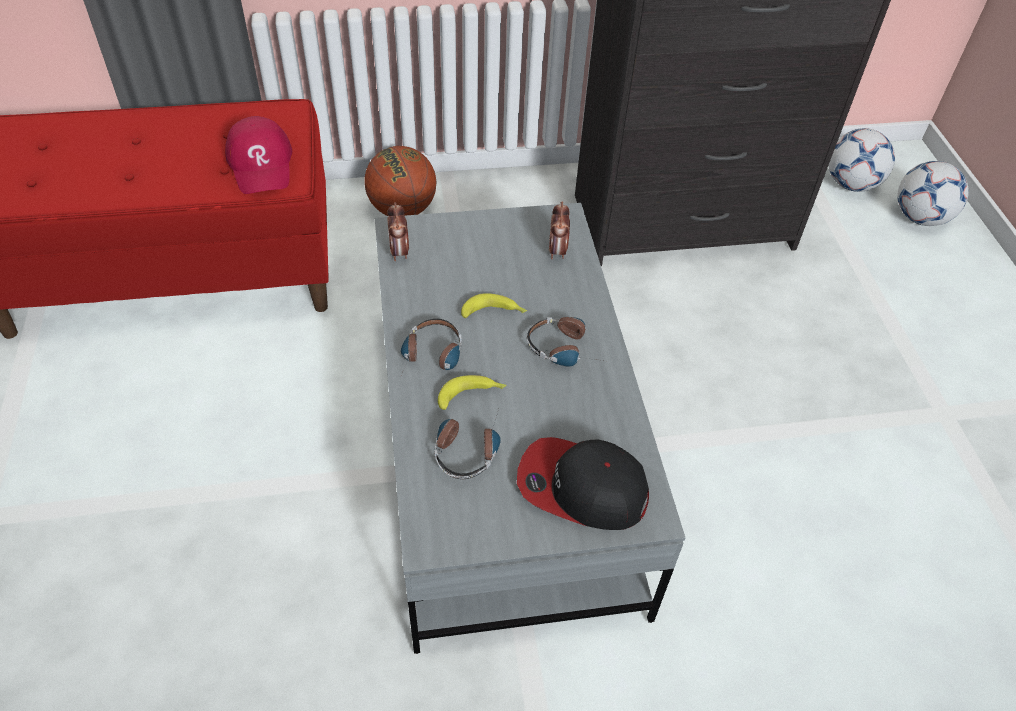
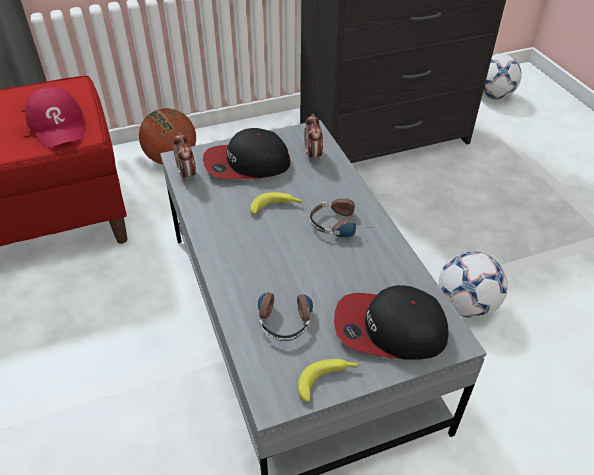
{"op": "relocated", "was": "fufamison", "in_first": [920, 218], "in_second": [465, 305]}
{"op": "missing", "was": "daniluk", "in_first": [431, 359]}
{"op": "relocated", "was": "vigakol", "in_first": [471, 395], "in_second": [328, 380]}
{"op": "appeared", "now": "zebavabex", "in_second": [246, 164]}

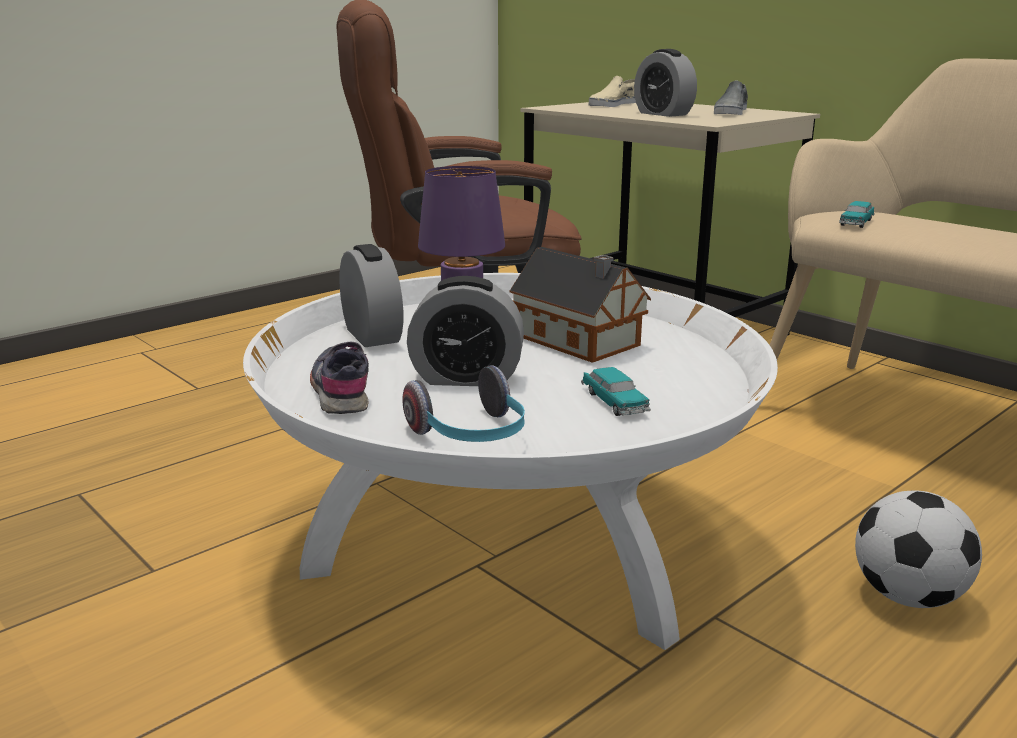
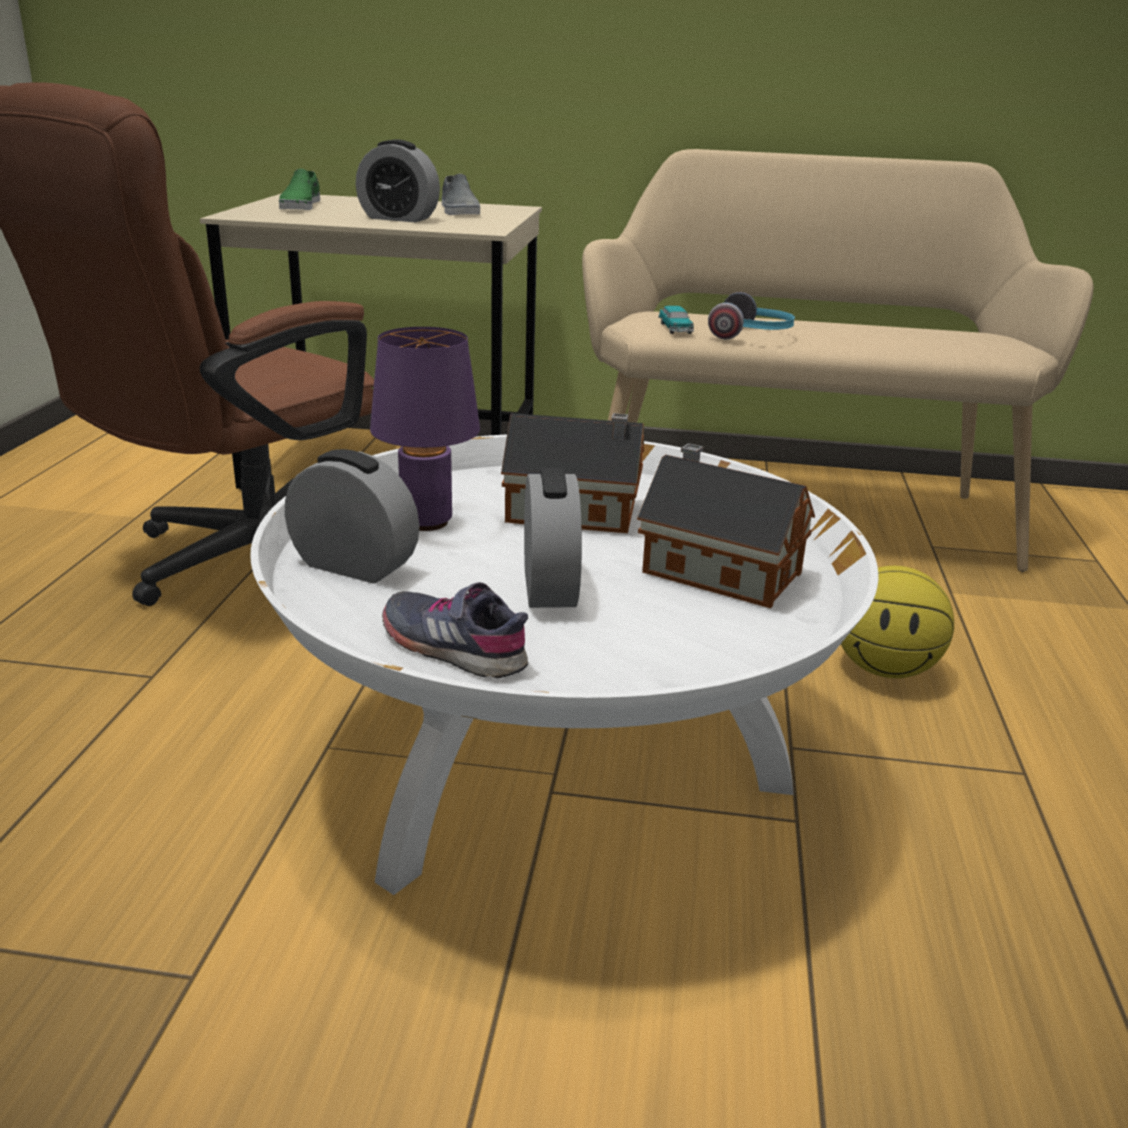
{"op": "colour", "was": "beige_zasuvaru", "now": "green_zasuvaru", "in_first": [612, 105], "in_second": [300, 206]}
{"op": "spun", "was": "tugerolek", "in_first": [467, 378], "in_second": [549, 587], "clockwise": -60}
{"op": "relocated", "was": "daniluk", "in_first": [471, 436], "in_second": [752, 335]}
{"op": "exchanged", "was": "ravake", "now": "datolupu", "in_first": [614, 402], "in_second": [716, 570]}
{"op": "exchanged", "was": "fufamison", "now": "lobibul", "in_first": [908, 597], "in_second": [885, 669]}

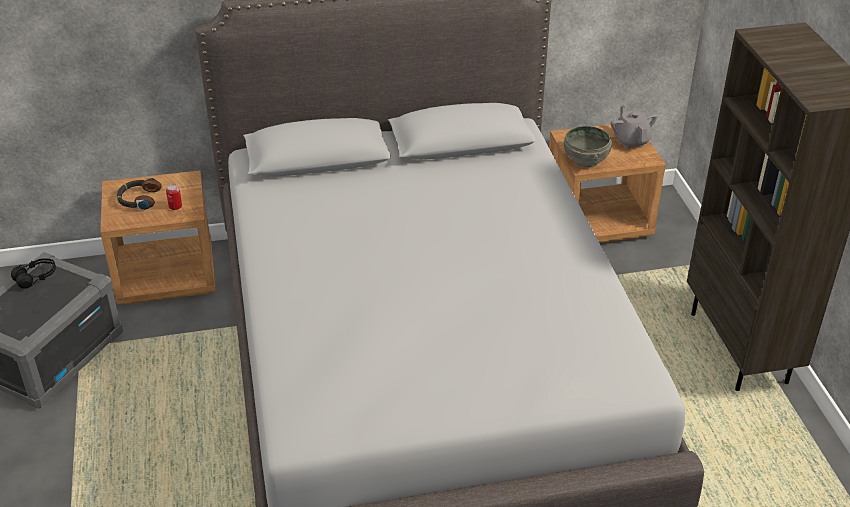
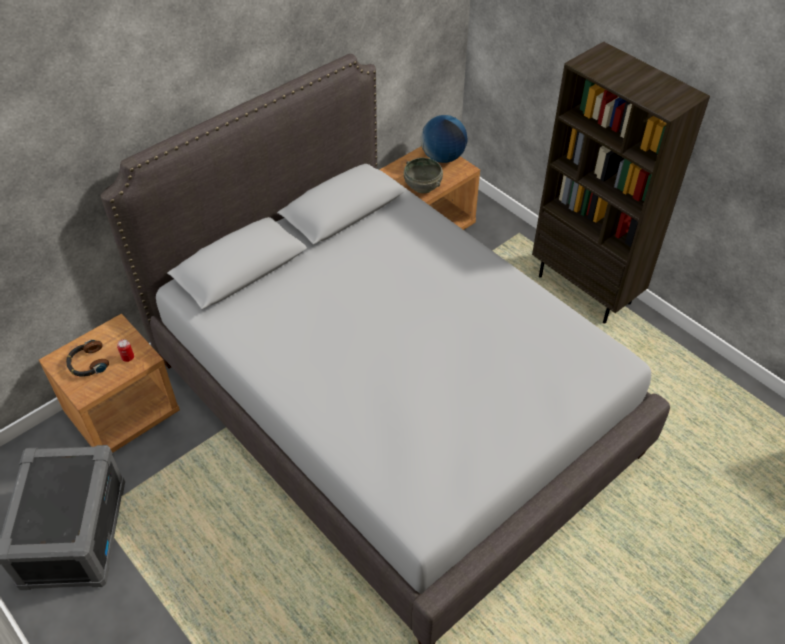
{"op": "exchanged", "was": "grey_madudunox", "now": "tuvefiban", "in_first": [631, 141], "in_second": [442, 157]}
{"op": "missing", "was": "black_daniluk", "in_first": [36, 278]}

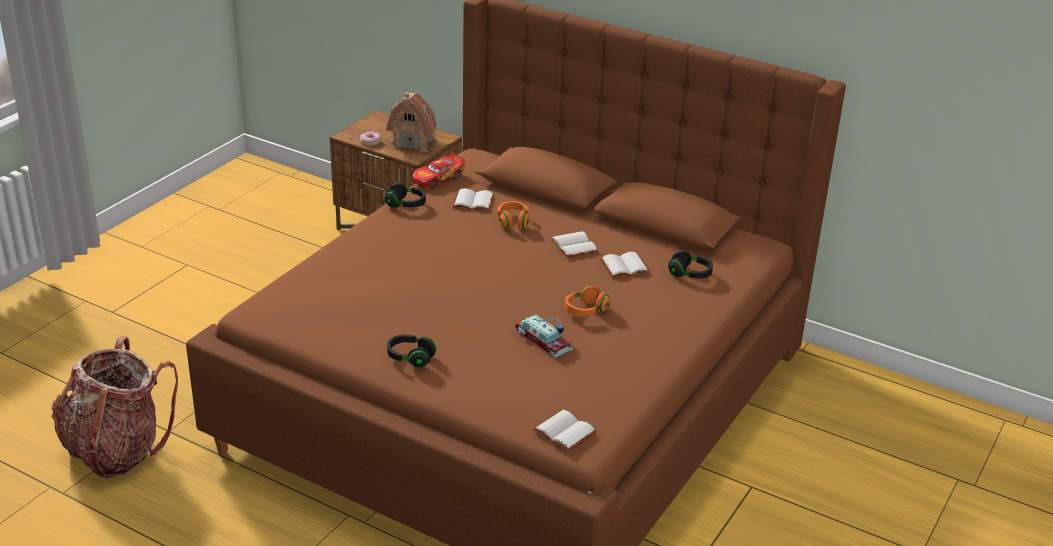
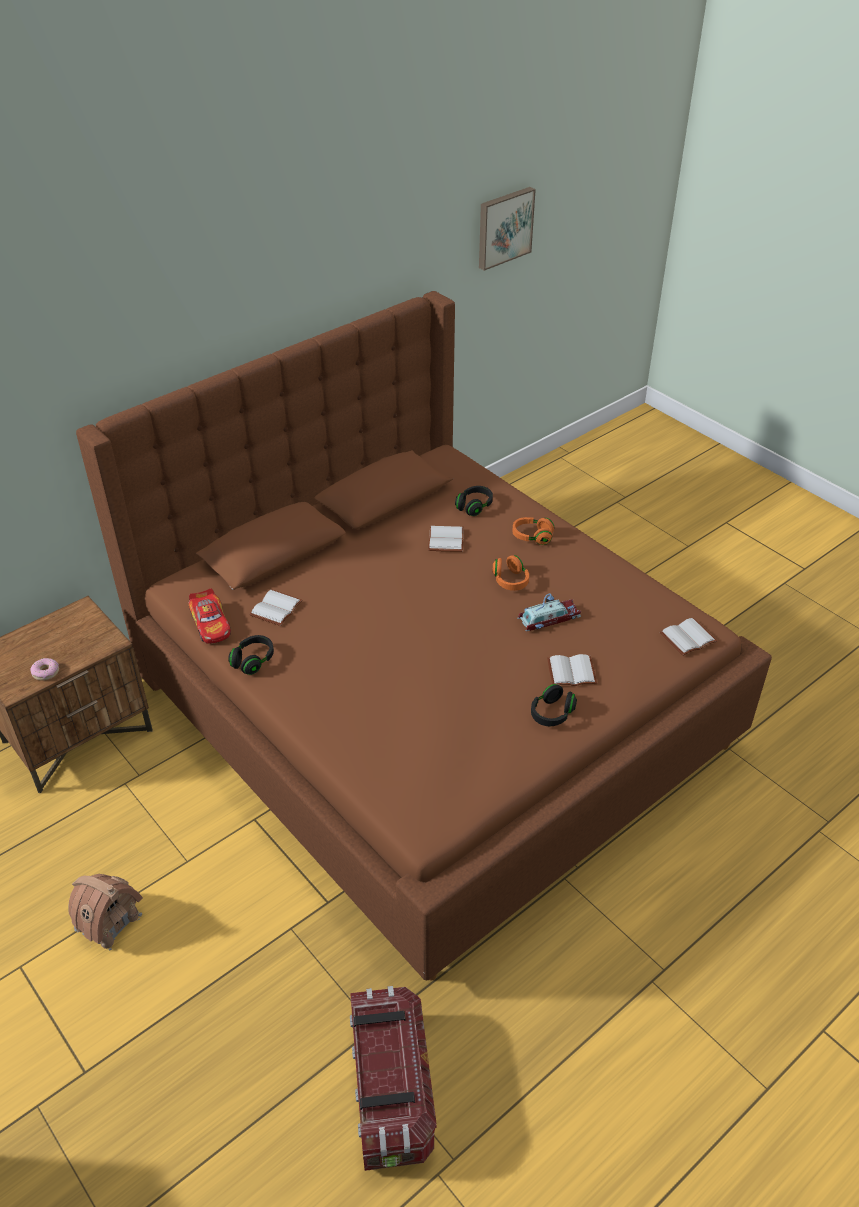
{"op": "relocated", "was": "datolupu", "in_first": [413, 142], "in_second": [108, 922]}
{"op": "relocated", "was": "orange_daniluk", "in_first": [513, 222], "in_second": [532, 537]}
{"op": "relocated", "was": "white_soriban", "in_first": [576, 246], "in_second": [572, 671]}
{"op": "exchanged", "was": "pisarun", "now": "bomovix", "in_first": [116, 450], "in_second": [390, 1090]}
{"op": "appeared", "now": "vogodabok", "in_second": [504, 227]}

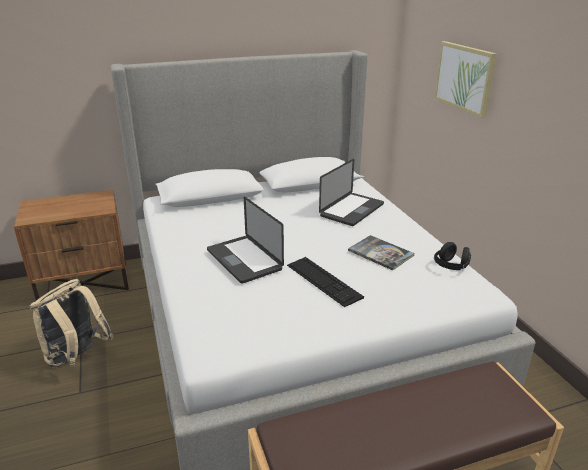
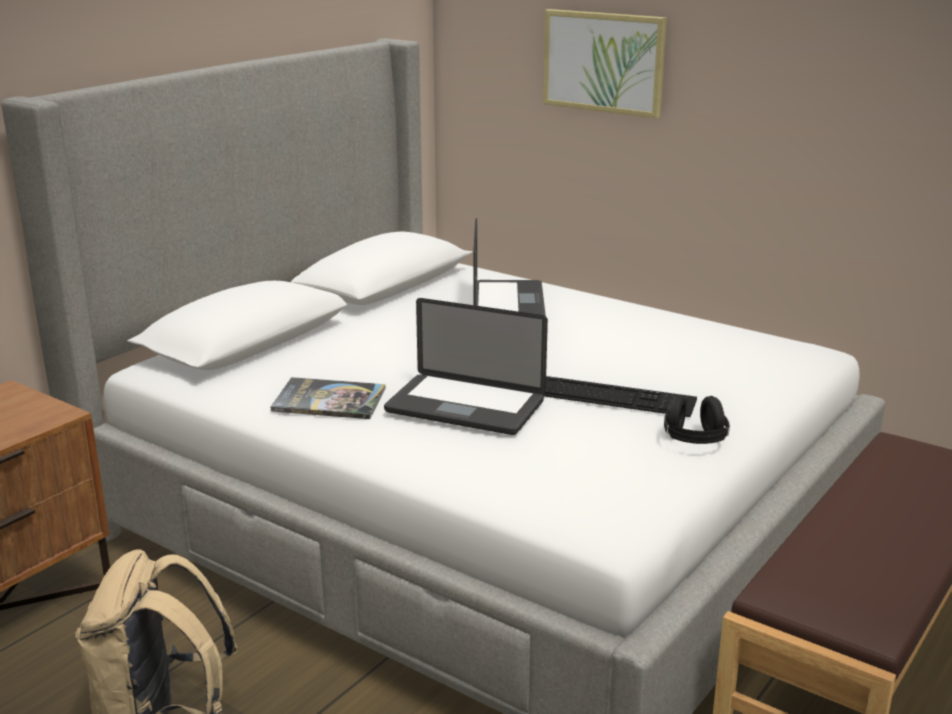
{"op": "relocated", "was": "soriban", "in_first": [380, 253], "in_second": [329, 400]}
{"op": "relocated", "was": "black_daniluk", "in_first": [451, 267], "in_second": [694, 441]}

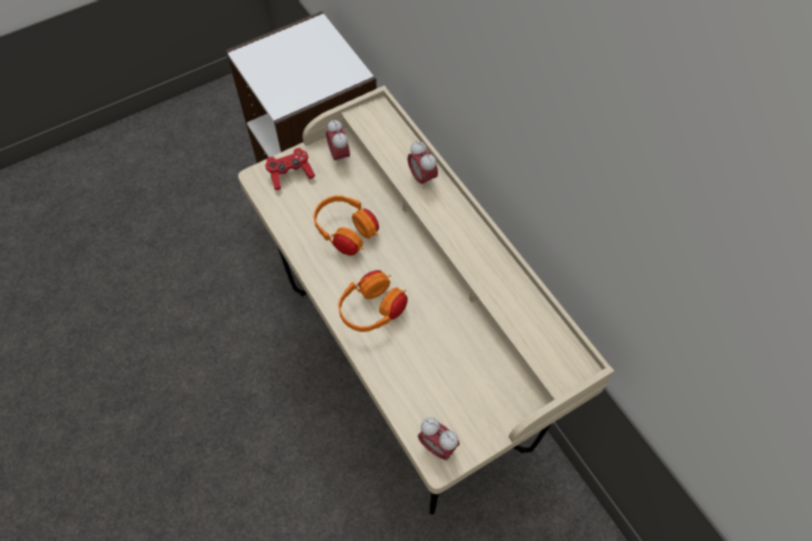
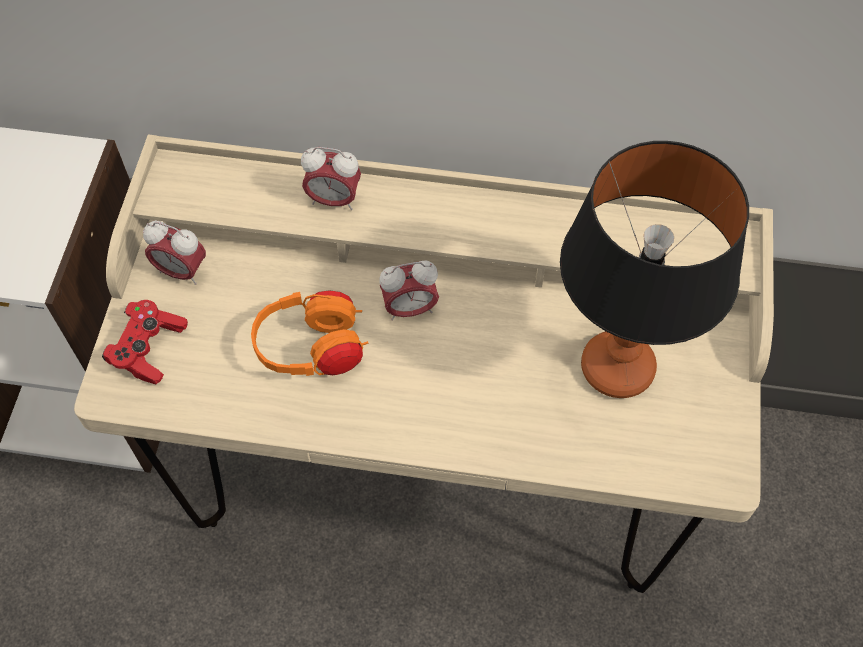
{"op": "missing", "was": "orange_daniluk", "in_first": [372, 311]}
{"op": "relocated", "was": "tugerolek", "in_first": [437, 447], "in_second": [409, 309]}
{"op": "appeared", "now": "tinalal", "in_second": [618, 367]}

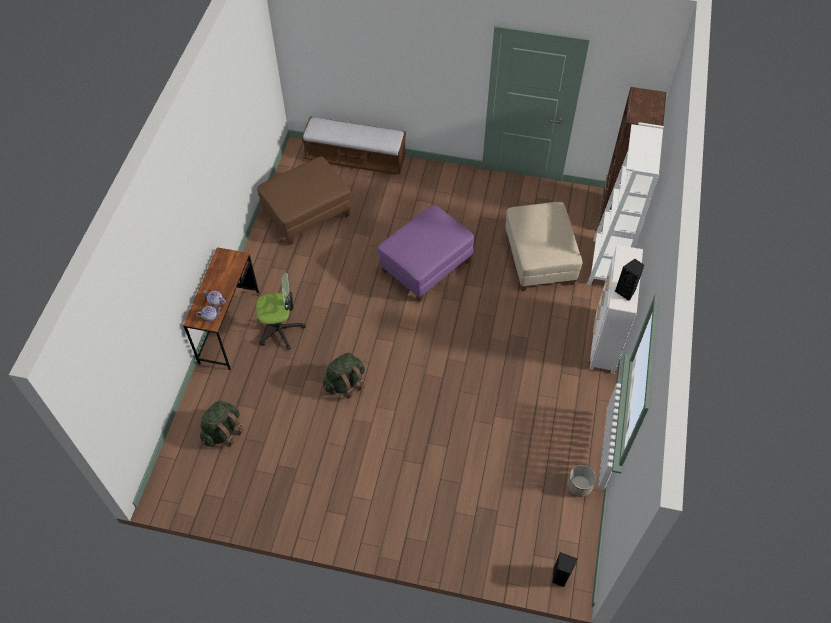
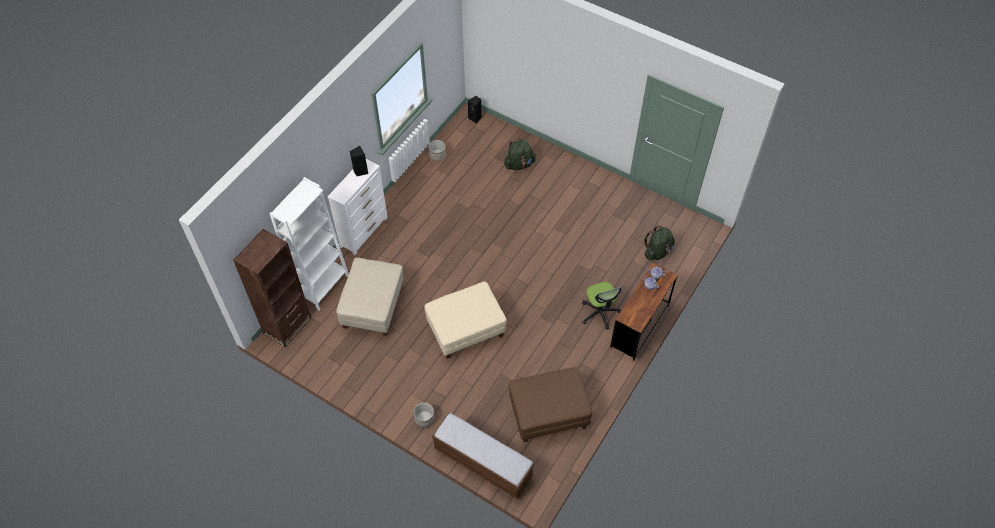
{"op": "colour", "was": "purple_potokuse", "now": "beige_potokuse", "in_first": [426, 266], "in_second": [466, 330]}
{"op": "spun", "was": "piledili", "in_first": [280, 330], "in_second": [599, 313], "clockwise": -120}
{"op": "relocated", "was": "green_pisarun", "in_first": [345, 383], "in_second": [519, 164]}
{"op": "appeared", "now": "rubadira", "in_second": [424, 418]}

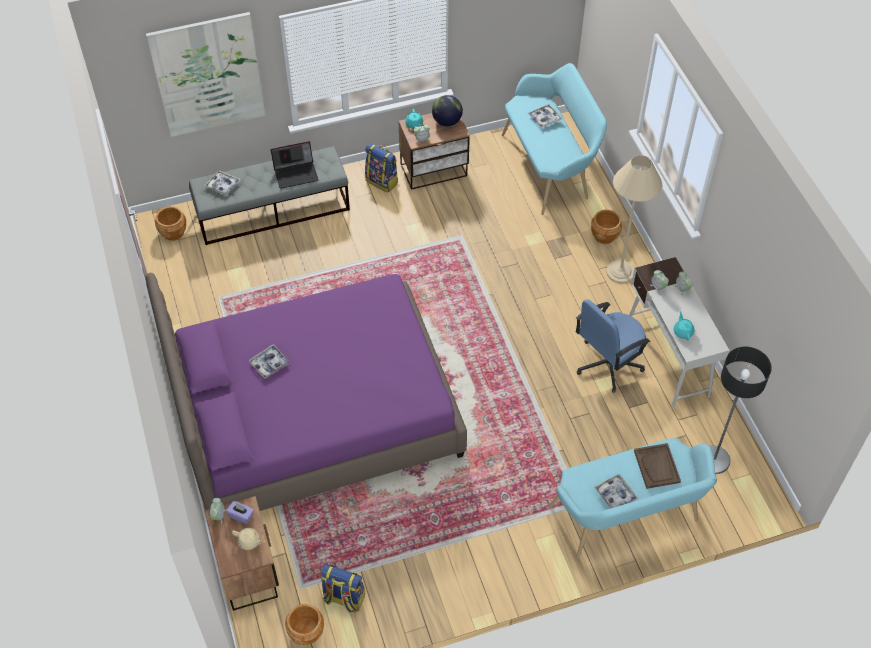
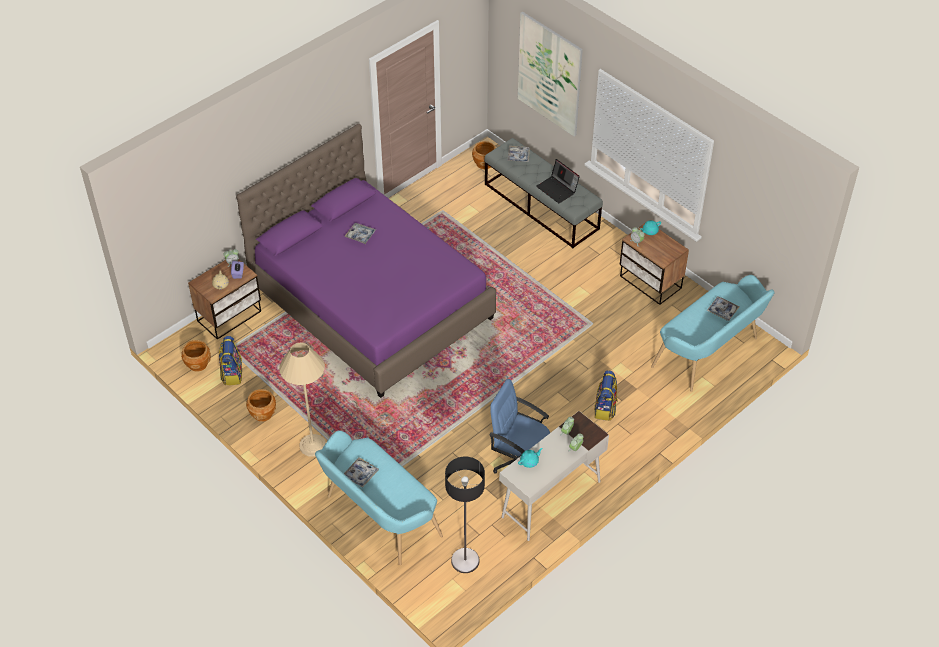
{"op": "missing", "was": "tuvefiban", "in_first": [447, 121]}
{"op": "relocated", "was": "pisarun", "in_first": [382, 181], "in_second": [605, 409]}
{"op": "relocated", "was": "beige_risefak", "in_first": [620, 272], "in_second": [312, 445]}
{"op": "relocated", "was": "brown_rubadira", "in_first": [604, 236], "in_second": [263, 413]}
{"op": "missing", "was": "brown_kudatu", "in_first": [657, 466]}

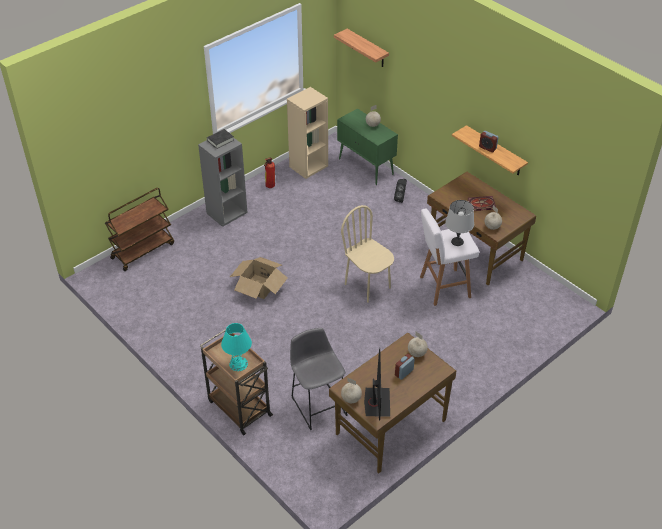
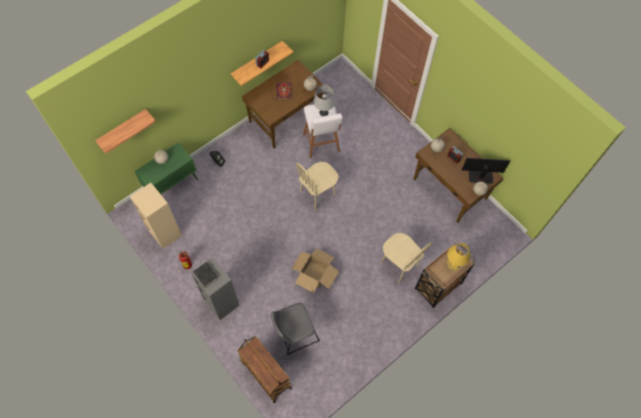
{"op": "colour", "was": "turquoise_tinalal", "now": "yellow_tinalal", "in_first": [238, 363], "in_second": [453, 263]}
{"op": "relocated", "was": "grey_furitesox", "in_first": [318, 403], "in_second": [294, 334]}
{"op": "appeared", "now": "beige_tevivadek", "in_second": [399, 265]}

